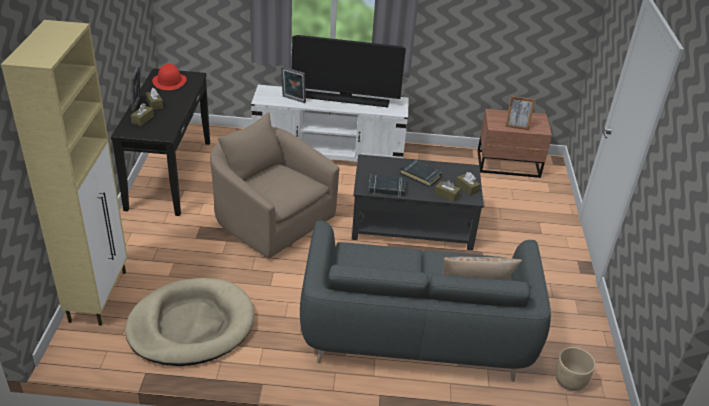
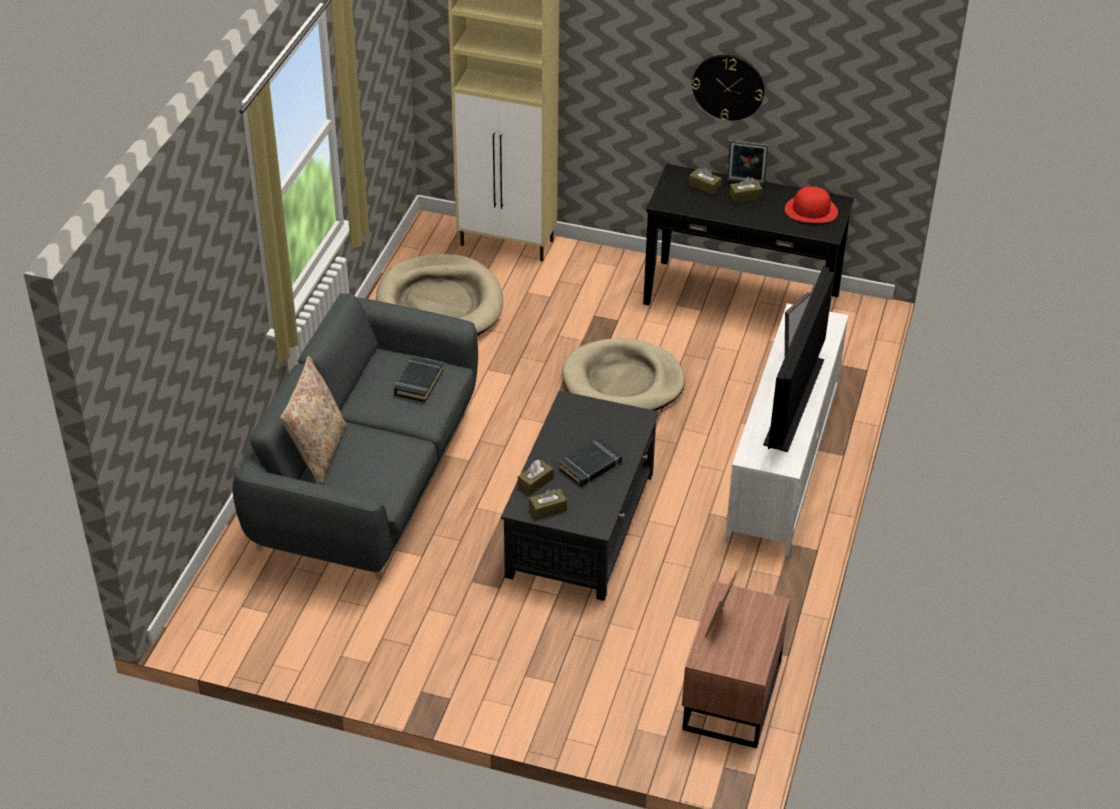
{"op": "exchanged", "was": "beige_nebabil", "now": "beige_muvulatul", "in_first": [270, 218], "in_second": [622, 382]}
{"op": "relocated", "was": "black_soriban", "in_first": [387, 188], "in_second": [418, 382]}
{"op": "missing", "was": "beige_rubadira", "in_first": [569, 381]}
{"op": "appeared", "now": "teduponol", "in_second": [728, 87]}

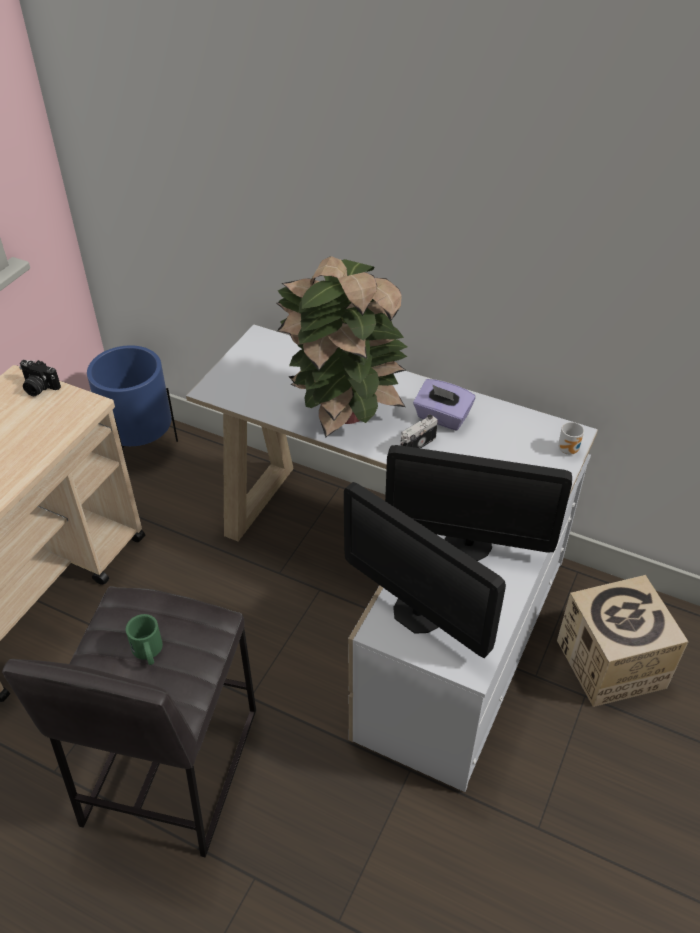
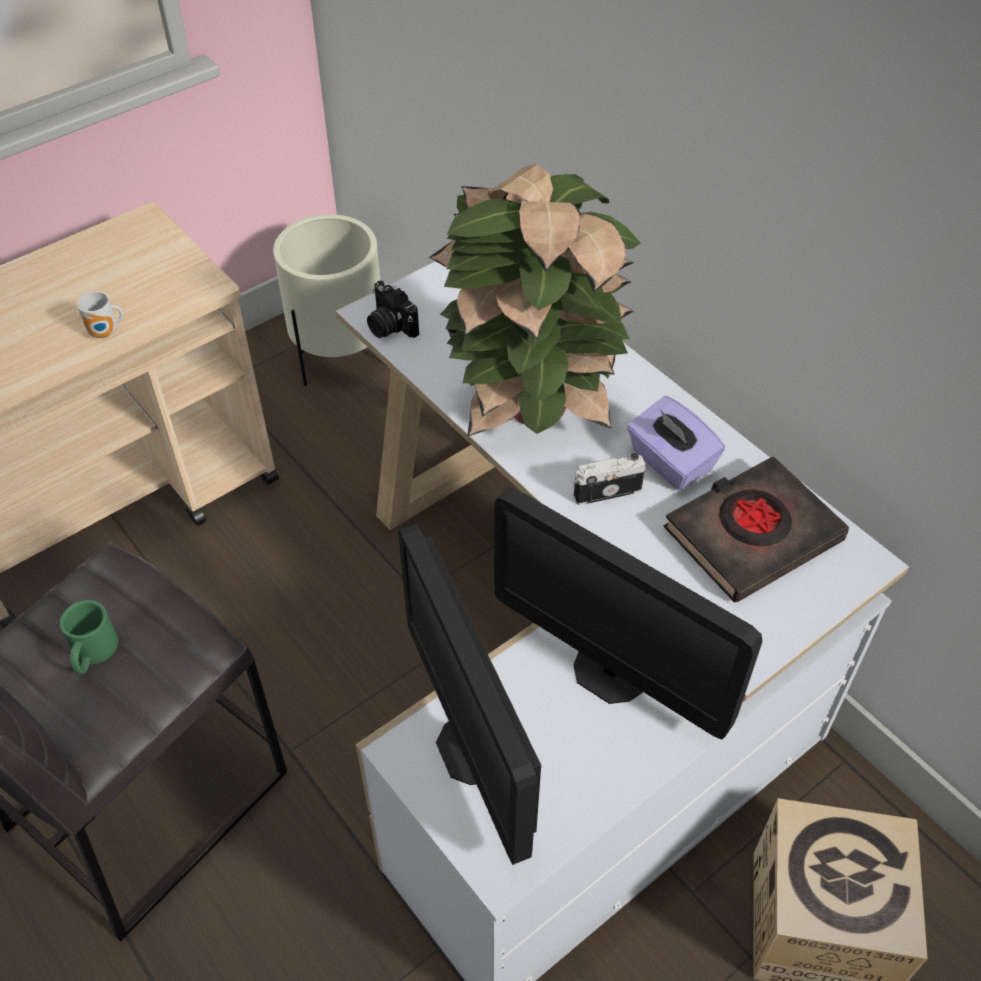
{"op": "colour", "was": "blue_rubadira", "now": "beige_rubadira", "in_first": [142, 447], "in_second": [341, 359]}
{"op": "relocated", "was": "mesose", "in_first": [38, 388], "in_second": [389, 326]}
{"op": "relocated", "was": "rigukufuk", "in_first": [570, 450], "in_second": [106, 333]}
{"op": "appeared", "now": "black_soriban", "in_second": [752, 535]}

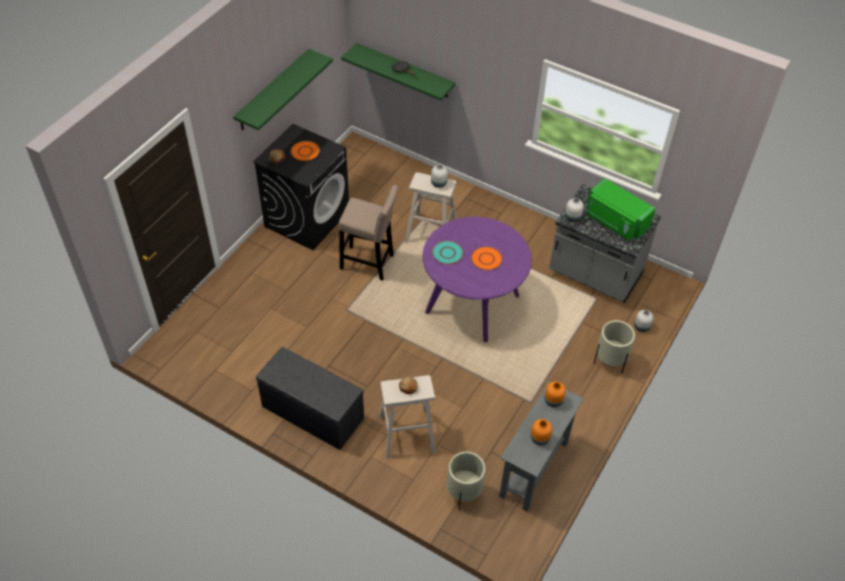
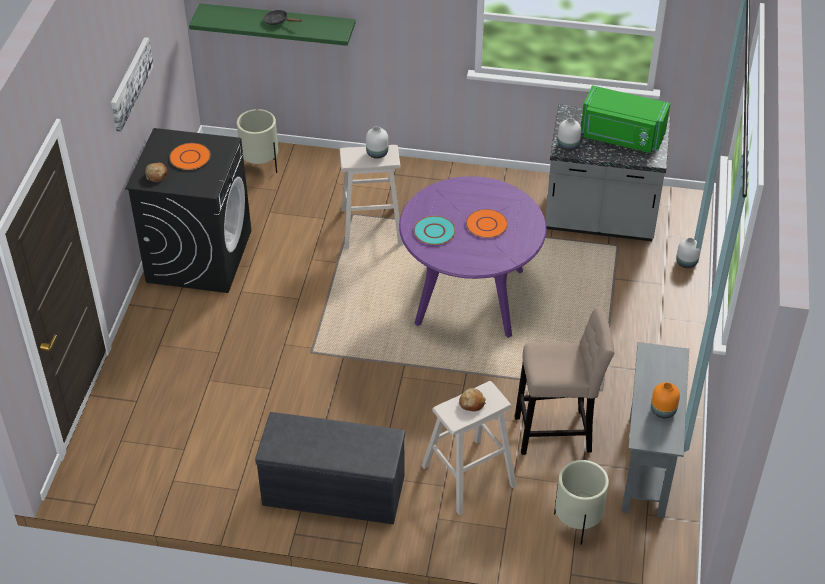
{"op": "exchanged", "was": "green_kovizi", "now": "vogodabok", "in_first": [273, 90], "in_second": [130, 83]}
{"op": "relocated", "was": "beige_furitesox", "in_first": [369, 263], "in_second": [558, 433]}
{"op": "relocated", "was": "beige_rubadira", "in_first": [610, 362], "in_second": [260, 166]}
{"op": "missing", "was": "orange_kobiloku", "in_first": [553, 400]}

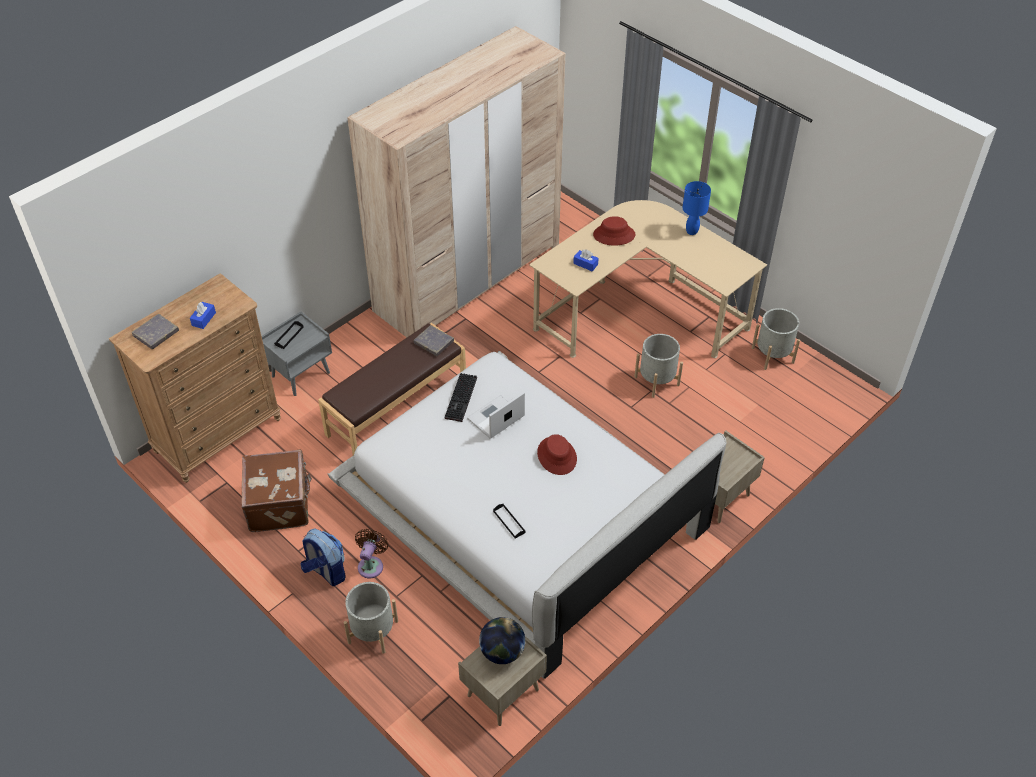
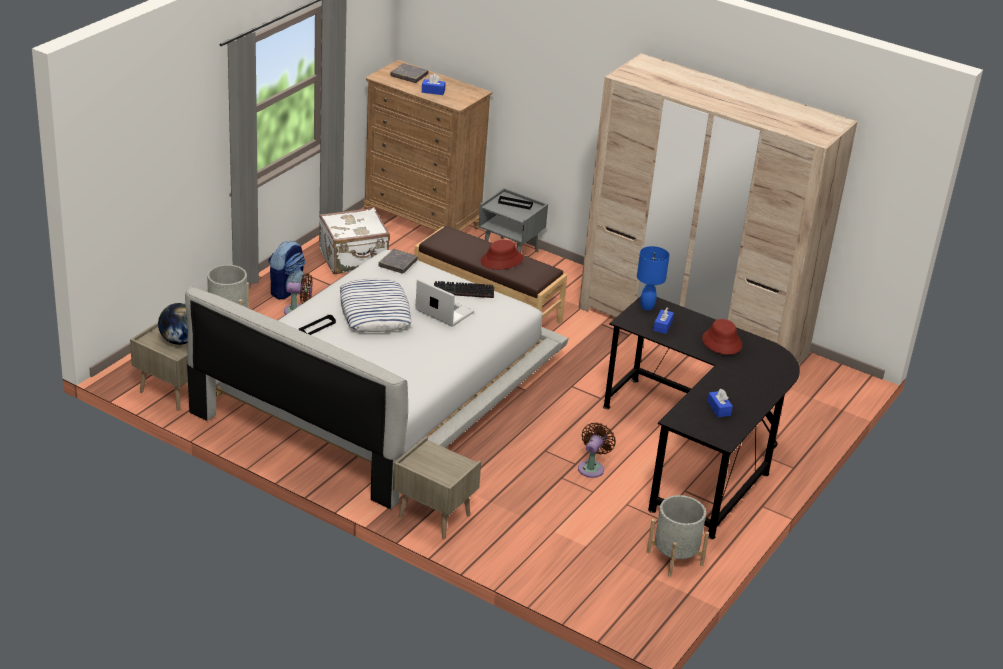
{"op": "relocated", "was": "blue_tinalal", "in_first": [692, 231], "in_second": [647, 307]}
{"op": "colour", "was": "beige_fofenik", "now": "black_fofenik", "in_first": [639, 312], "in_second": [698, 451]}
{"op": "relocated", "was": "grey_soriban", "in_first": [433, 342], "in_second": [398, 263]}
{"op": "exchanged", "was": "grey_rubadira", "now": "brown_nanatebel", "in_first": [657, 381], "in_second": [592, 467]}
{"op": "relocated", "was": "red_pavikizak", "in_first": [557, 456], "in_second": [501, 260]}
{"op": "colour", "was": "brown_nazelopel", "now": "white_nazelopel", "in_first": [280, 504], "in_second": [354, 260]}
{"op": "appeared", "now": "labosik", "in_second": [374, 312]}
{"op": "appeared", "now": "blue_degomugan", "in_second": [719, 408]}

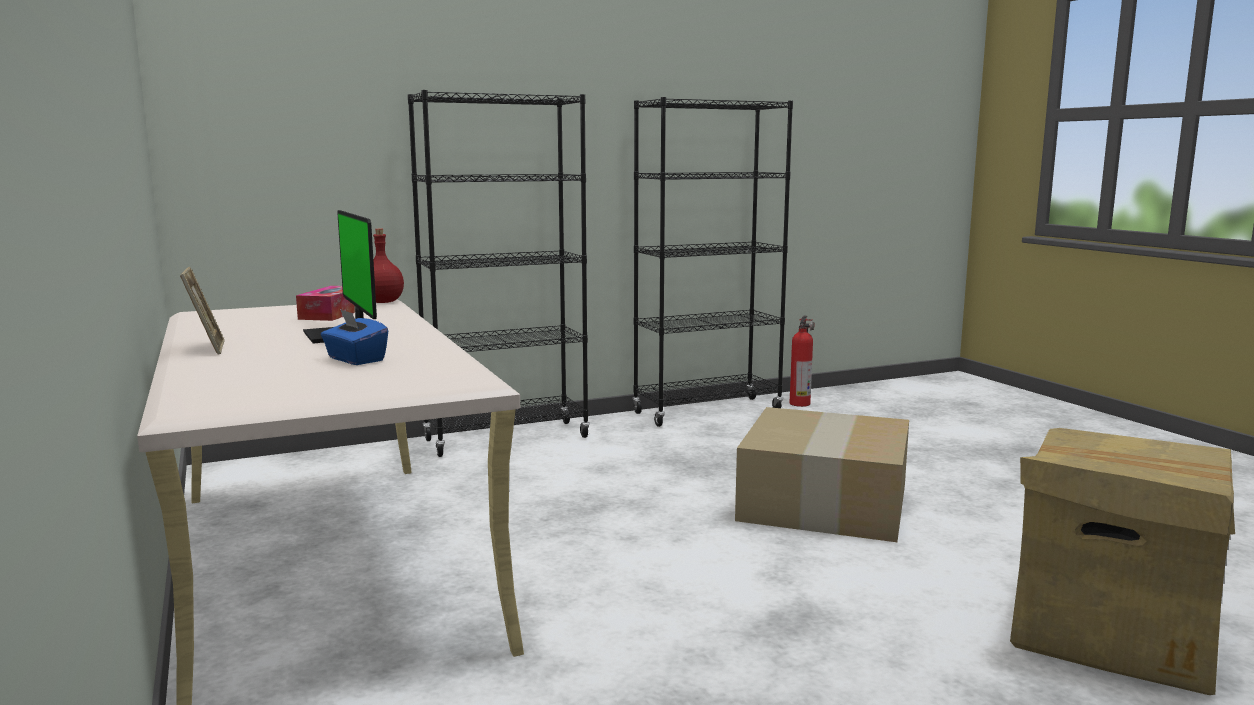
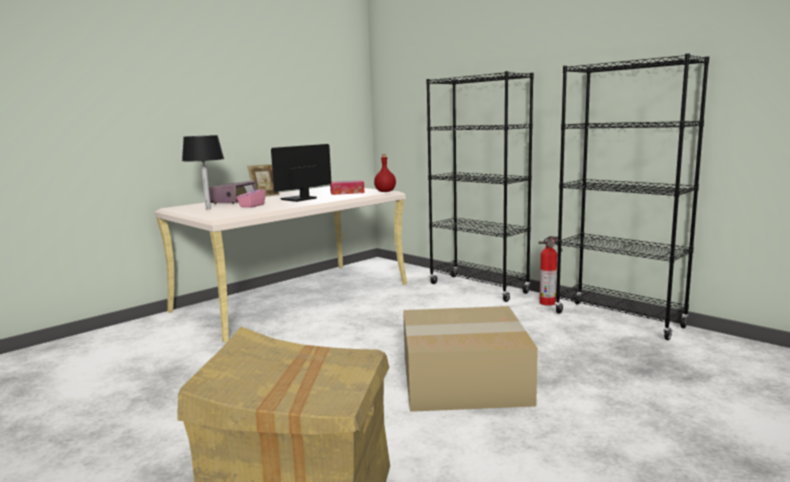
{"op": "colour", "was": "blue_degomugan", "now": "pink_degomugan", "in_first": [355, 360], "in_second": [252, 206]}
{"op": "relocated", "was": "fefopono", "in_first": [800, 403], "in_second": [548, 303]}
{"op": "appeared", "now": "black_tinalal", "in_second": [208, 209]}
{"op": "appeared", "now": "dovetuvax", "in_second": [234, 201]}

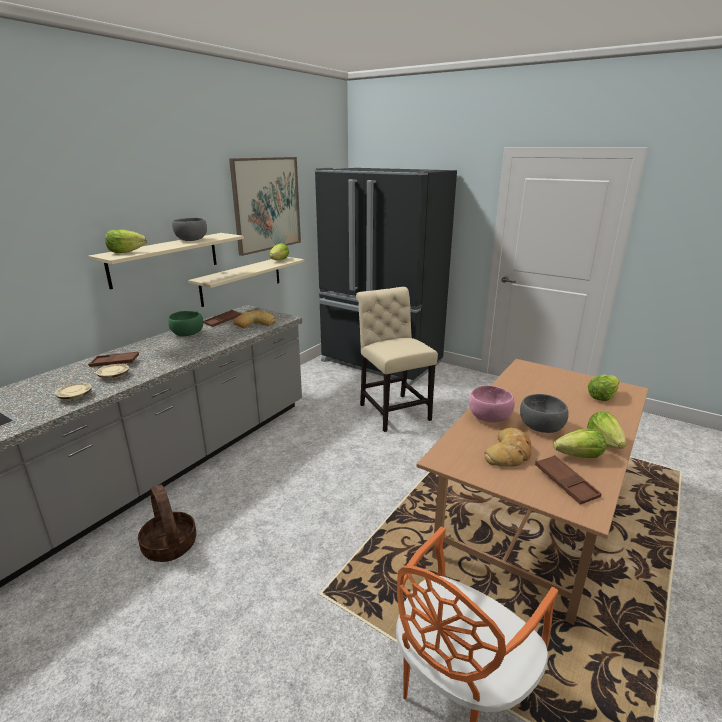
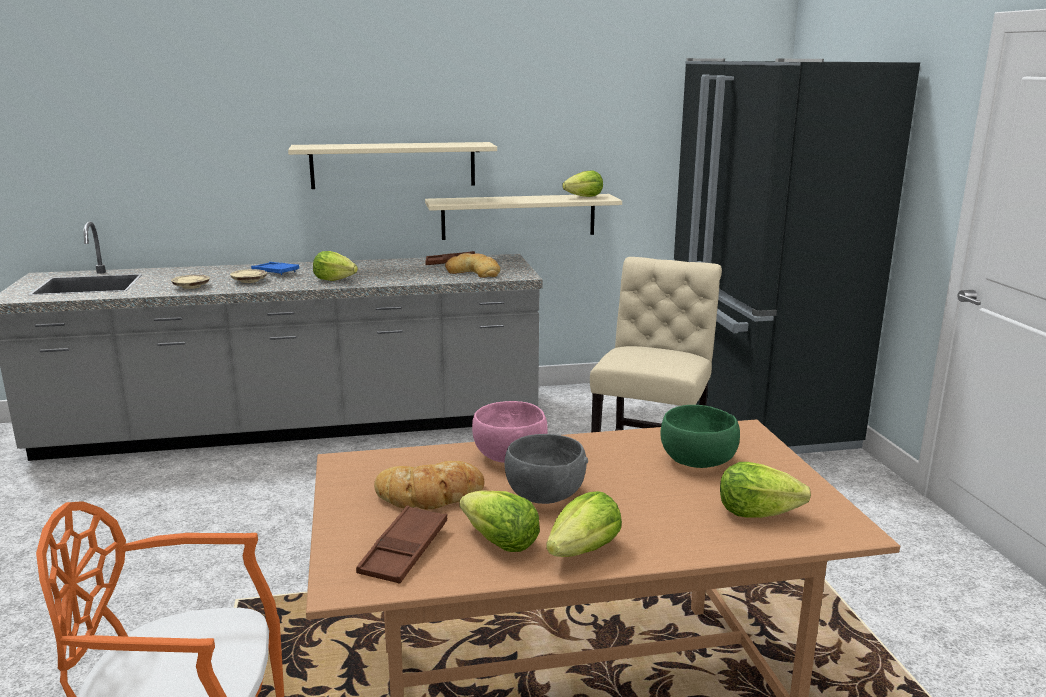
{"op": "missing", "was": "vogodabok", "in_first": [267, 204]}
{"op": "missing", "was": "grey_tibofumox", "in_first": [192, 240]}
{"op": "relocated", "was": "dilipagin", "in_first": [125, 252], "in_second": [334, 280]}
{"op": "relocated", "was": "green_tibofumox", "in_first": [188, 334], "in_second": [698, 461]}
{"op": "colour", "was": "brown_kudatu", "now": "blue_kudatu", "in_first": [115, 362], "in_second": [275, 272]}
{"op": "missing", "was": "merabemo", "in_first": [169, 545]}

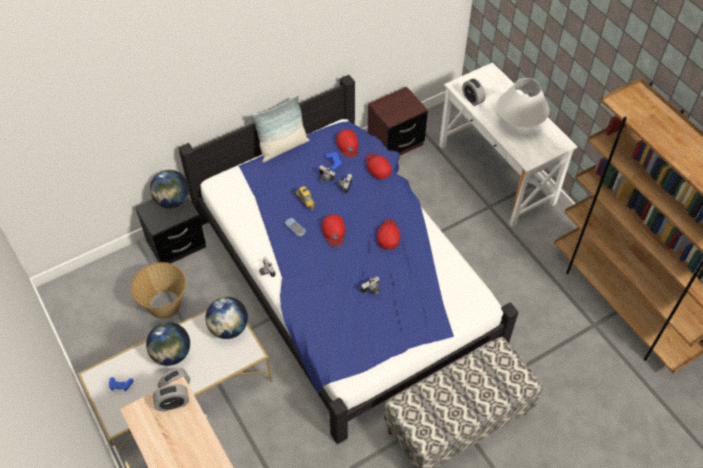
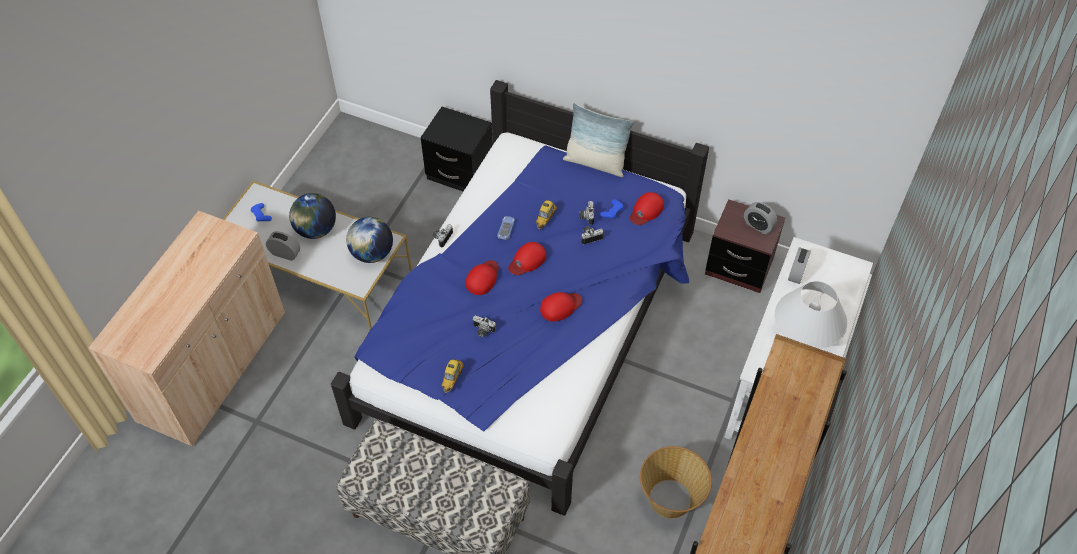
{"op": "relocated", "was": "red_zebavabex", "in_first": [377, 167], "in_second": [483, 278]}
{"op": "missing", "was": "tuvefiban", "in_first": [172, 201]}
{"op": "relocated", "was": "merabemo", "in_first": [165, 305], "in_second": [670, 499]}
{"op": "relocated", "was": "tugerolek", "in_first": [173, 403], "in_second": [758, 225]}
{"op": "appeared", "now": "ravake", "in_second": [452, 378]}

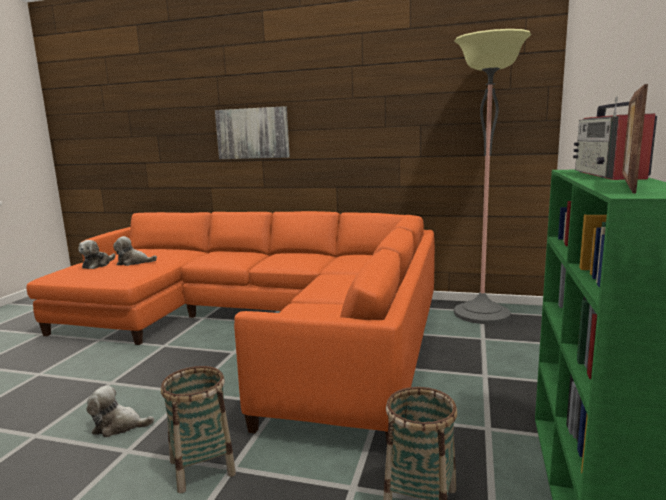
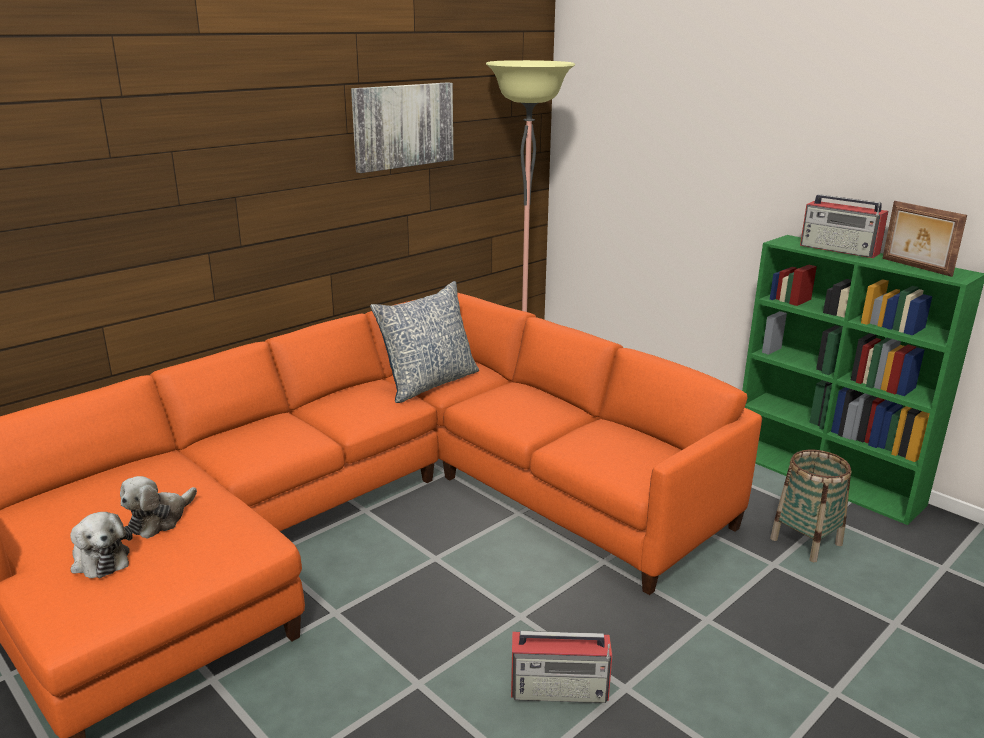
{"op": "relocated", "was": "vogodabok", "in_first": [253, 133], "in_second": [403, 126]}
{"op": "missing", "was": "merabemo", "in_first": [202, 468]}
{"op": "exchanged", "was": "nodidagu", "now": "dovetuvax", "in_first": [118, 426], "in_second": [560, 689]}
{"op": "appeared", "now": "labosik", "in_second": [429, 383]}

